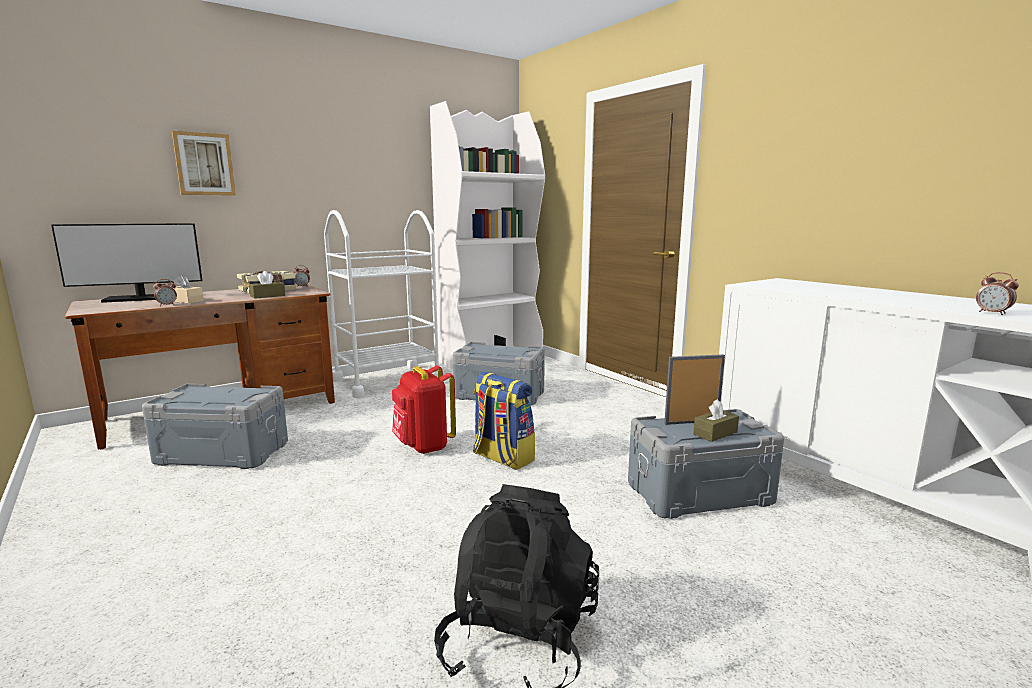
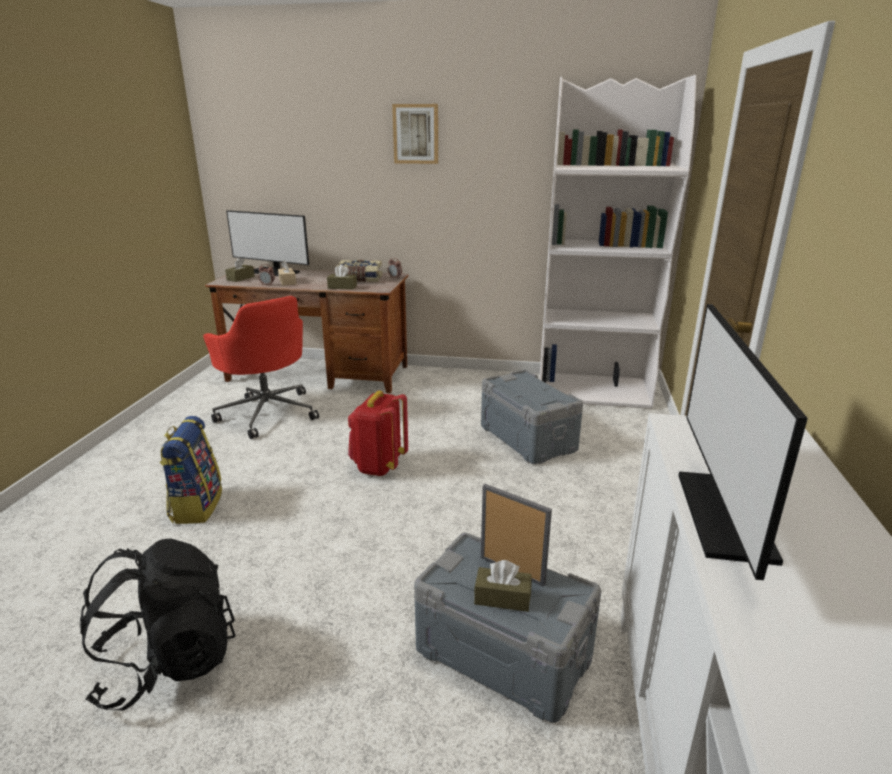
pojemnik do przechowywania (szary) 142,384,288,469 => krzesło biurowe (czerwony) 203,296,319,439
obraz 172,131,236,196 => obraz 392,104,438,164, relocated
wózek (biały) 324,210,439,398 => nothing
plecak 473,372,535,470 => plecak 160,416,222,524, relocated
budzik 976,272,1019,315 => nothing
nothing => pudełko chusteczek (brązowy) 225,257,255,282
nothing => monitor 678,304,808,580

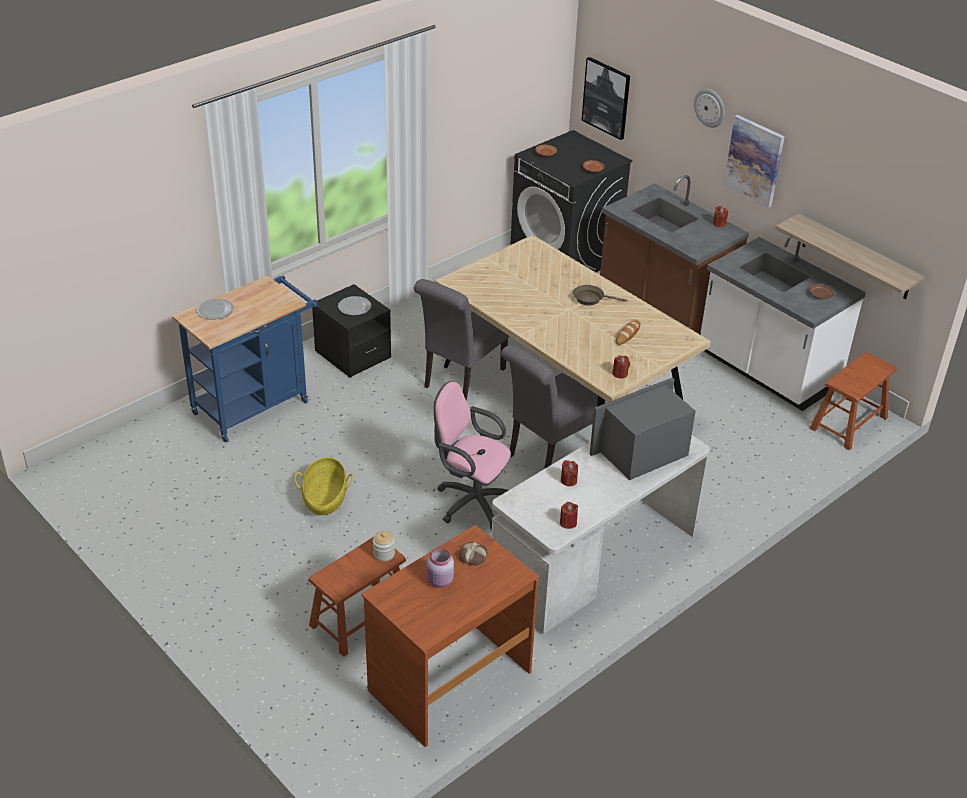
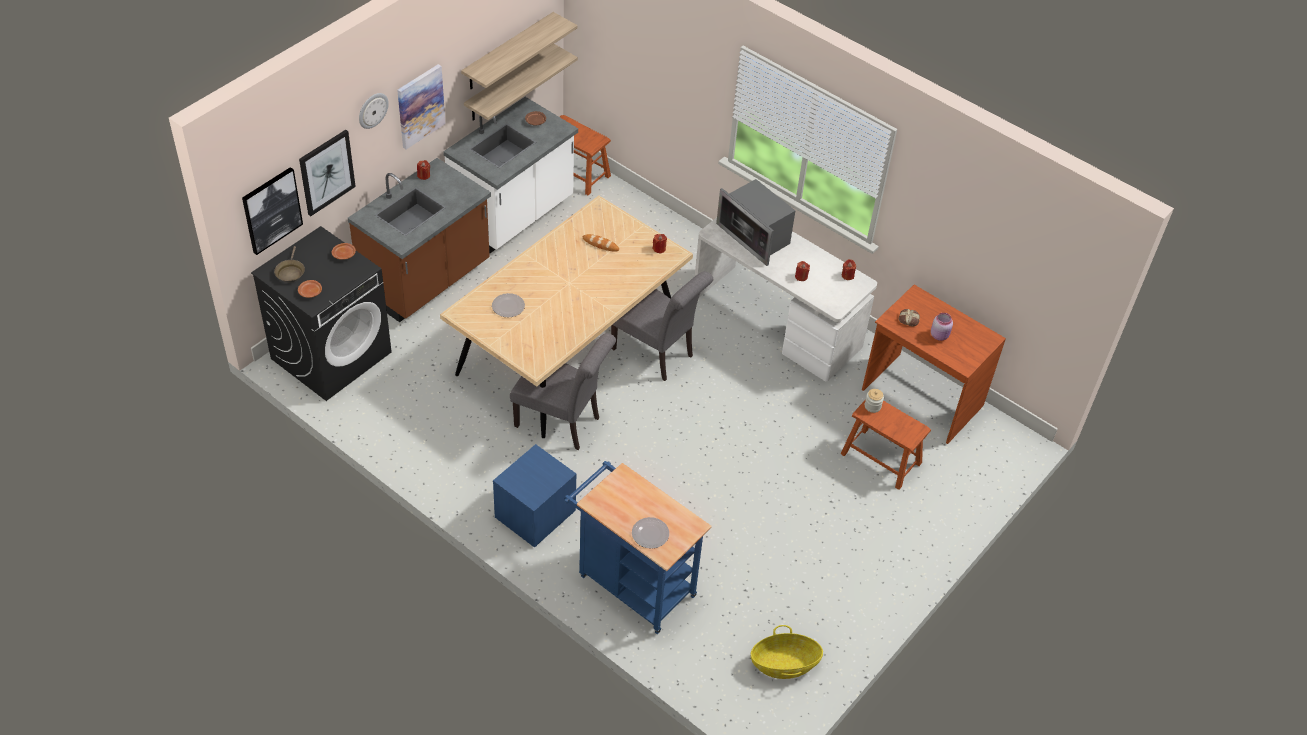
koszyk 294,457,353,515 => koszyk 751,625,823,679, relocated
szafka nocna (czarny) 312,284,391,378 => szafka nocna (niebieski) 493,444,577,548
talerz 338,296,371,315 => talerz 492,293,525,317, relocated
krzesło biurowe (różowy) 434,381,511,531 => nothing
patelnia (brązowy) 573,285,627,306 => patelnia (brązowy) 274,246,305,283, relocated
nothing => obraz 299,130,356,216
nothing => półka 461,12,578,89

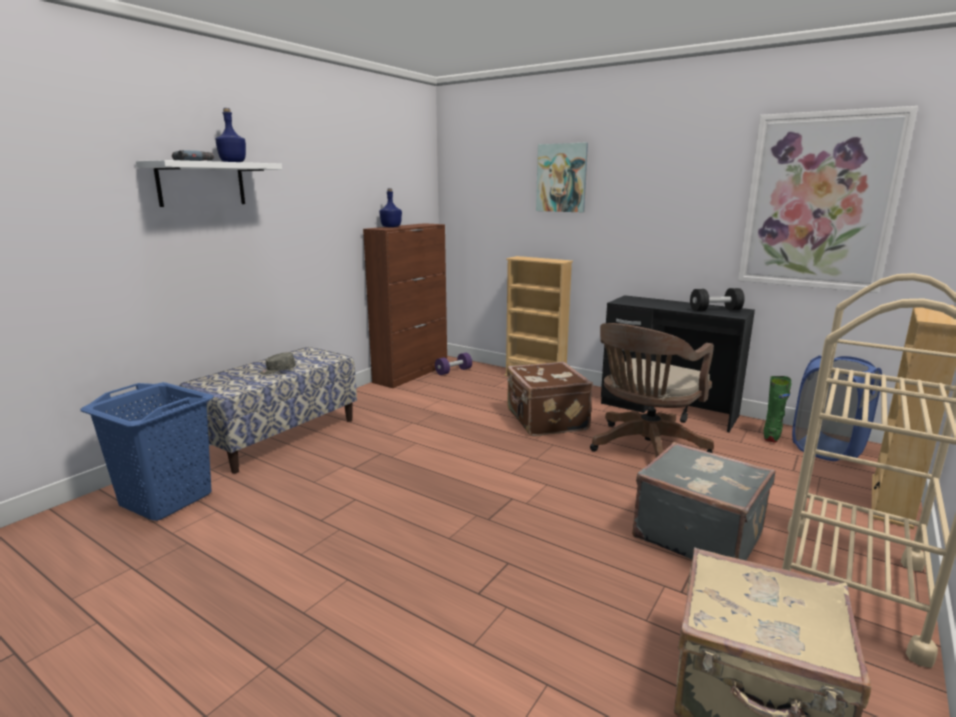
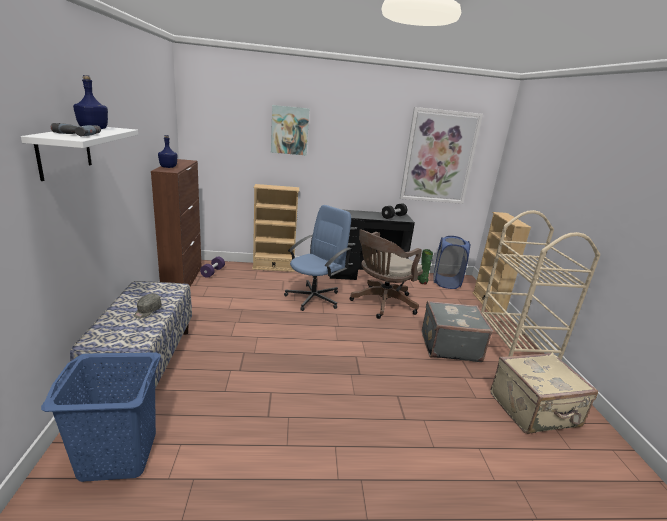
walizka (brązowy) 507,362,593,436 => krzesło biurowe (niebieski) 284,205,352,311
krzesło biurowe (brązowy) 590,323,714,457 => krzesło biurowe (brązowy) 350,230,423,319, 45 degrees clockwise

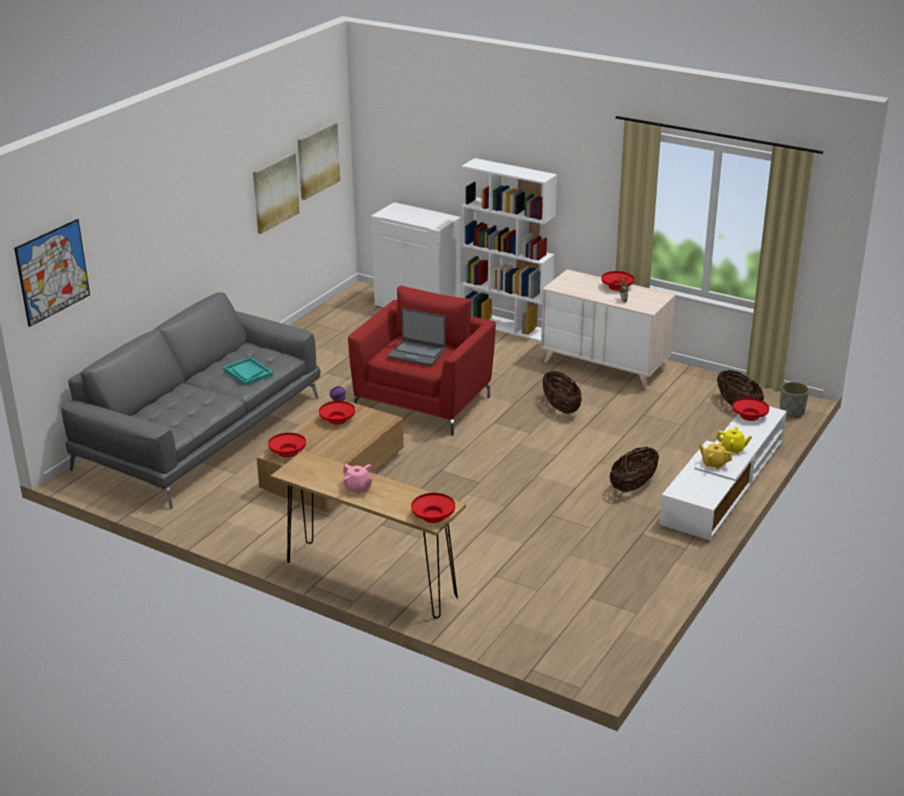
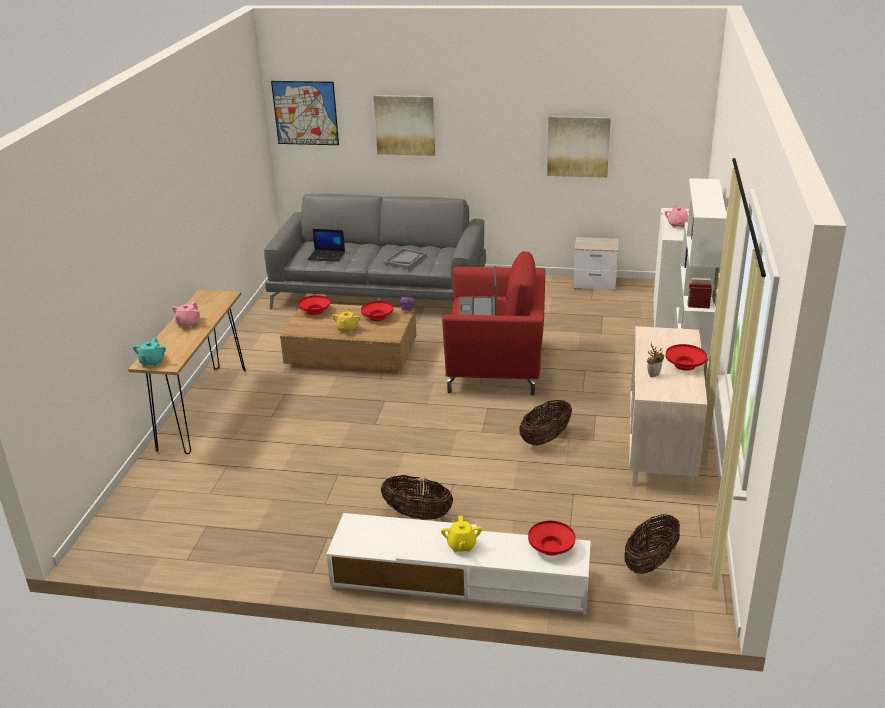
taca (turkusowy) 223,357,273,386 => taca (szary) 384,248,426,269
obraz 298,122,340,200 => obraz 374,95,435,156, relocated
miska (czerwony) 411,493,455,523 => imbryk (turkusowy) 133,338,166,366
imbryk (żółty) 699,442,732,469 => imbryk (żółty) 332,309,360,333, relocated
donica (szary) 780,382,809,418 => nothing
nothing => laptop 307,229,345,262
nothing => szafka nocna 573,237,619,290
nothing => imbryk (różowy) 664,206,689,228

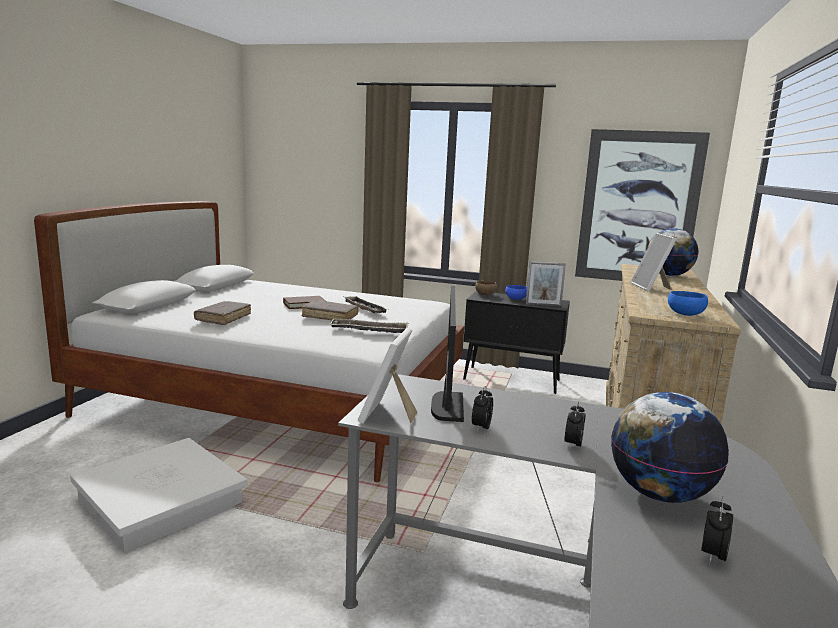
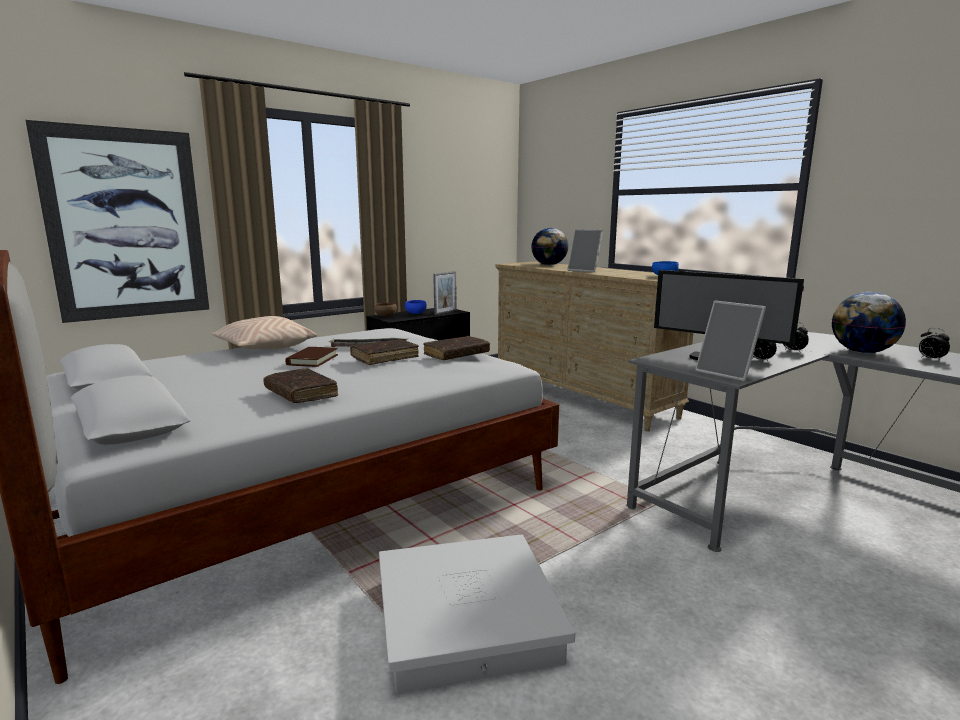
taca 330,319,408,333 => książka (brązowy) 423,336,490,360
obraz 575,129,710,281 => obraz 25,120,209,323, relocated
nothing => poduszka (beżowy) 211,316,317,350

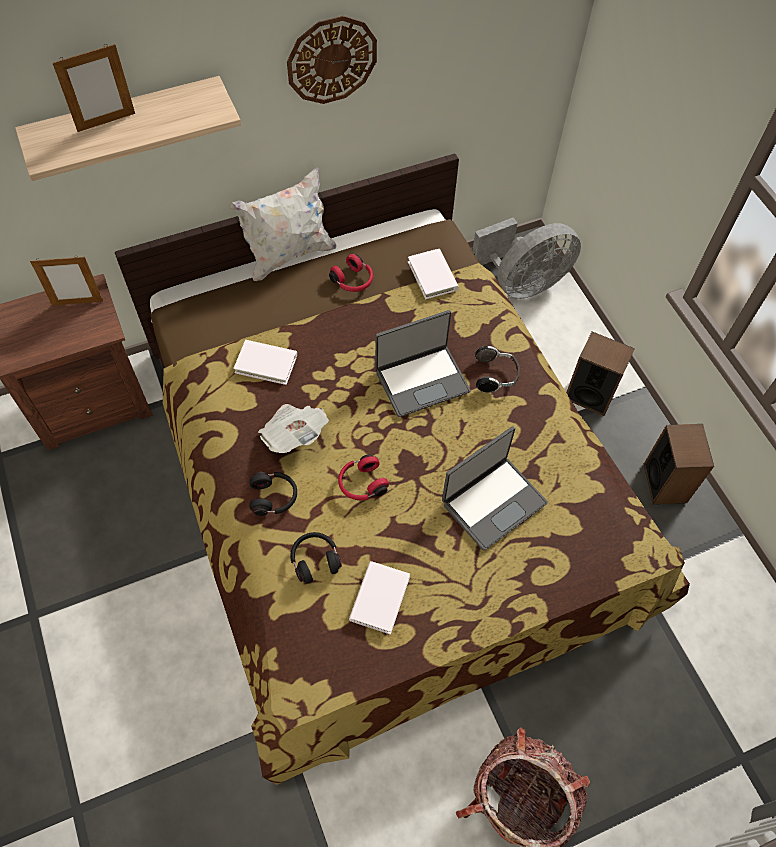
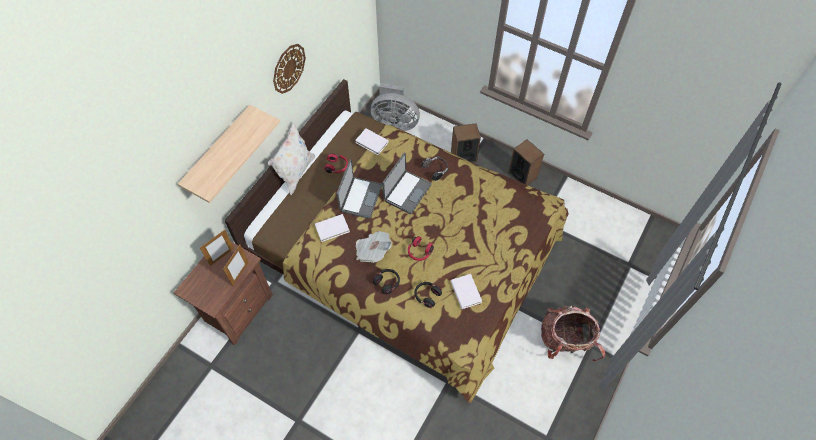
ramka na zdjęcie 53,44,135,132 => ramka na zdjęcie 223,245,249,286, relocated
laptop 442,426,548,550 => laptop 336,160,382,219, relocated
wentylator (szary) 472,217,581,299 => wentylator (szary) 371,83,420,131, 75 degrees clockwise

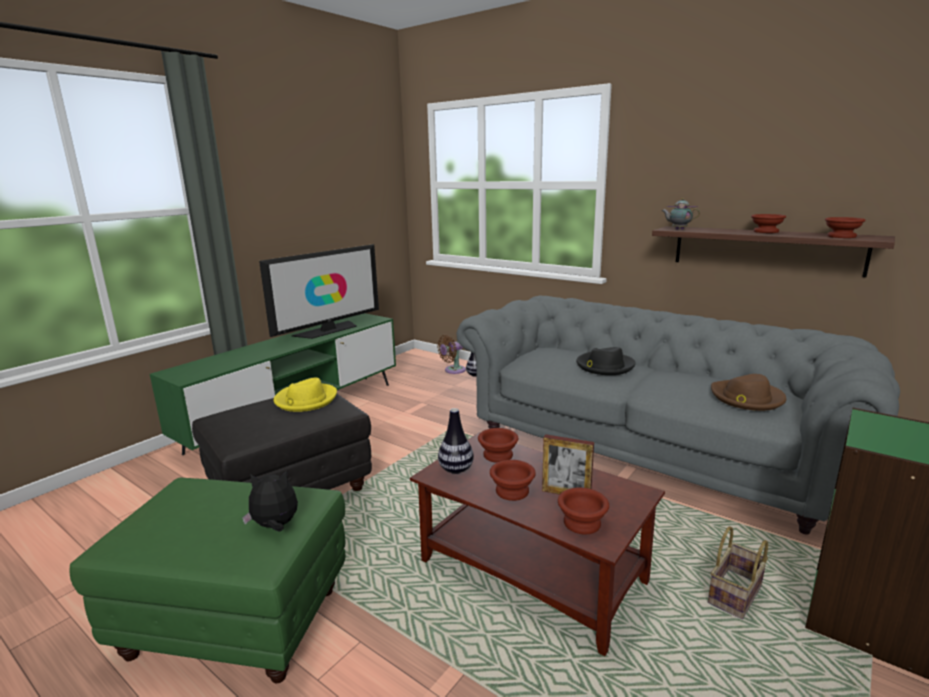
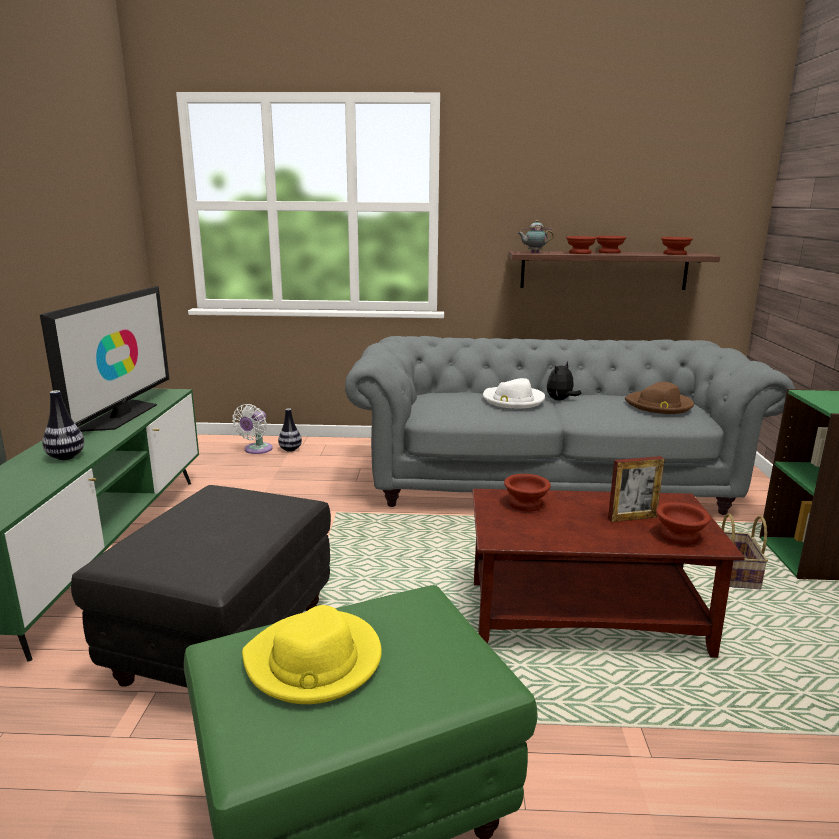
pluszak 242,470,298,532 => pluszak 547,361,582,400, relocated
kapelusz (żółty) 274,377,337,412 => kapelusz (żółty) 242,605,382,704, relocated
wentylator (brązowy) 437,335,466,374 => wentylator (biały) 232,404,273,454
wazon 438,408,474,474 => wazon 42,390,85,460, relocated
miska (brązowy) 490,460,536,501 => miska (brązowy) 566,236,597,254, relocated
kapelusz (czarny) 576,347,636,375 => kapelusz (biały) 483,378,545,409

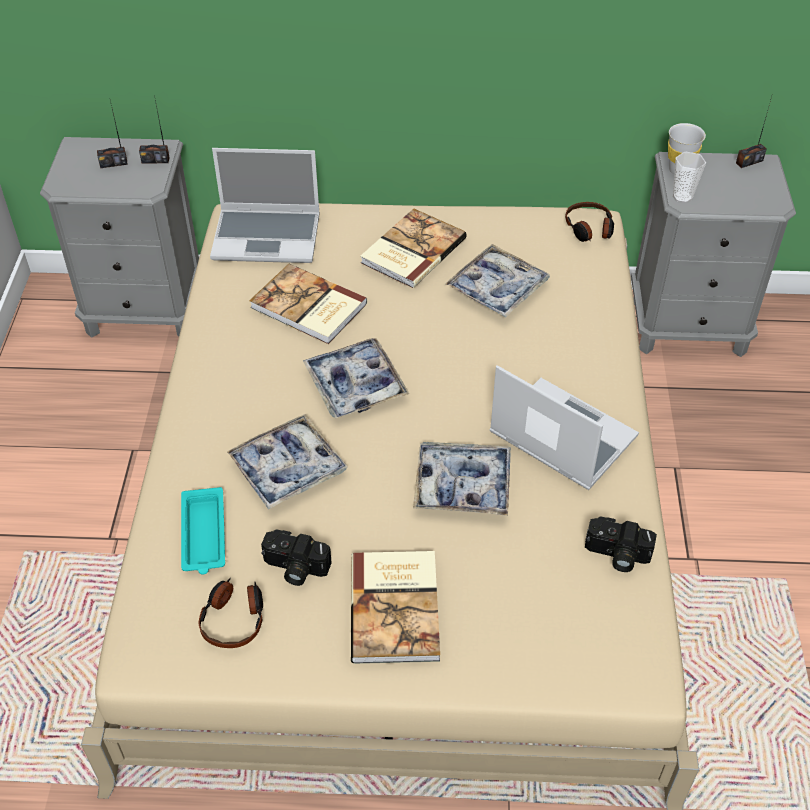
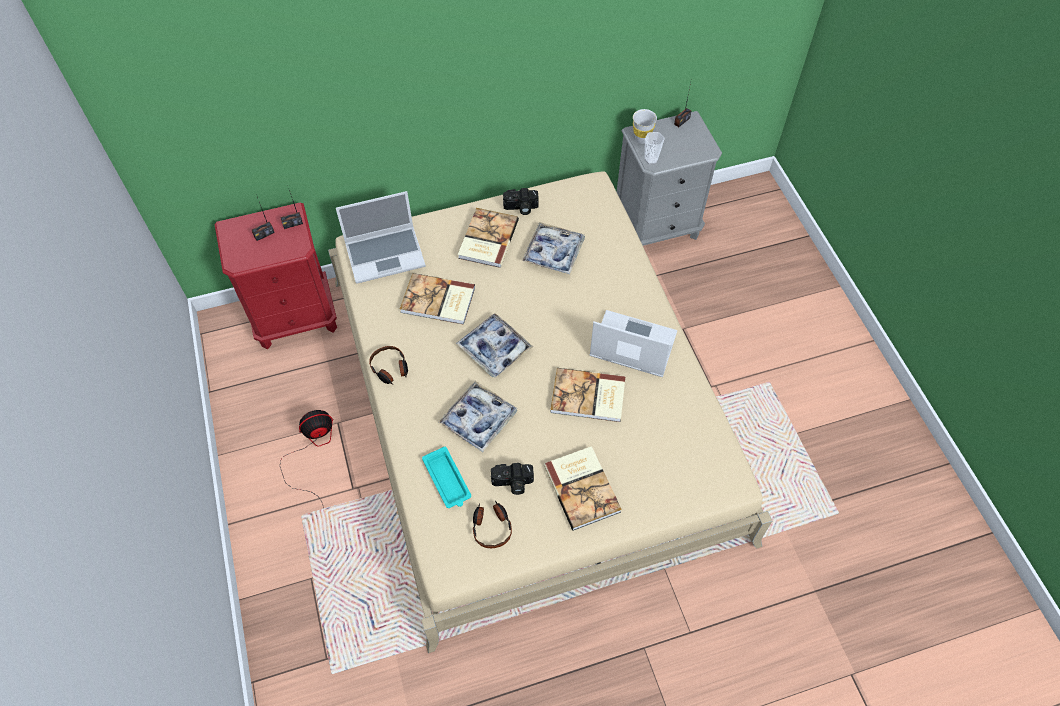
szafka nocna (szary) 40,137,199,338 => szafka nocna (czerwony) 215,202,337,349
taca 413,442,511,516 => książka 550,368,625,422
słuchawki 565,202,614,242 => słuchawki 369,346,408,384, relocated
aparat fotograficzny 585,517,657,572 => aparat fotograficzny 503,188,539,215, relocated
nothing => wentylator 280,410,334,508

